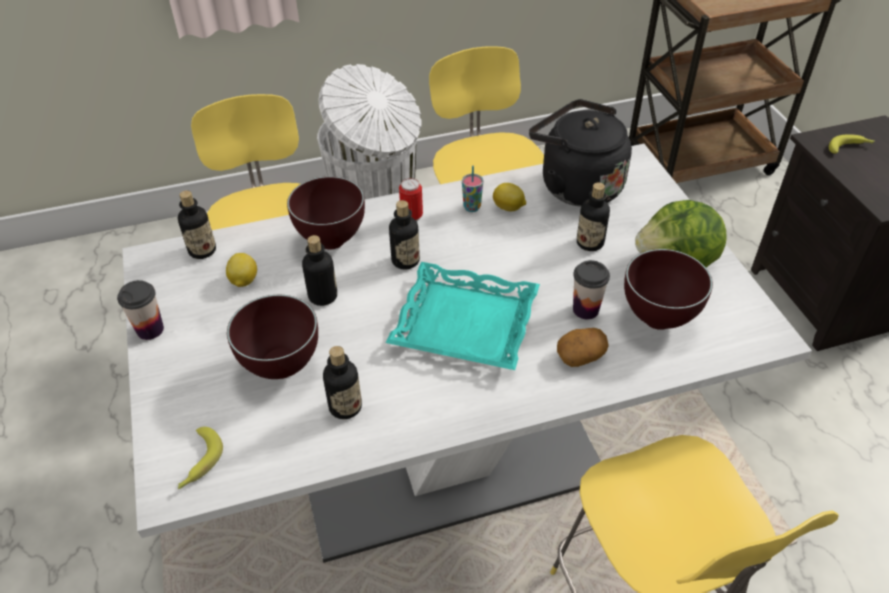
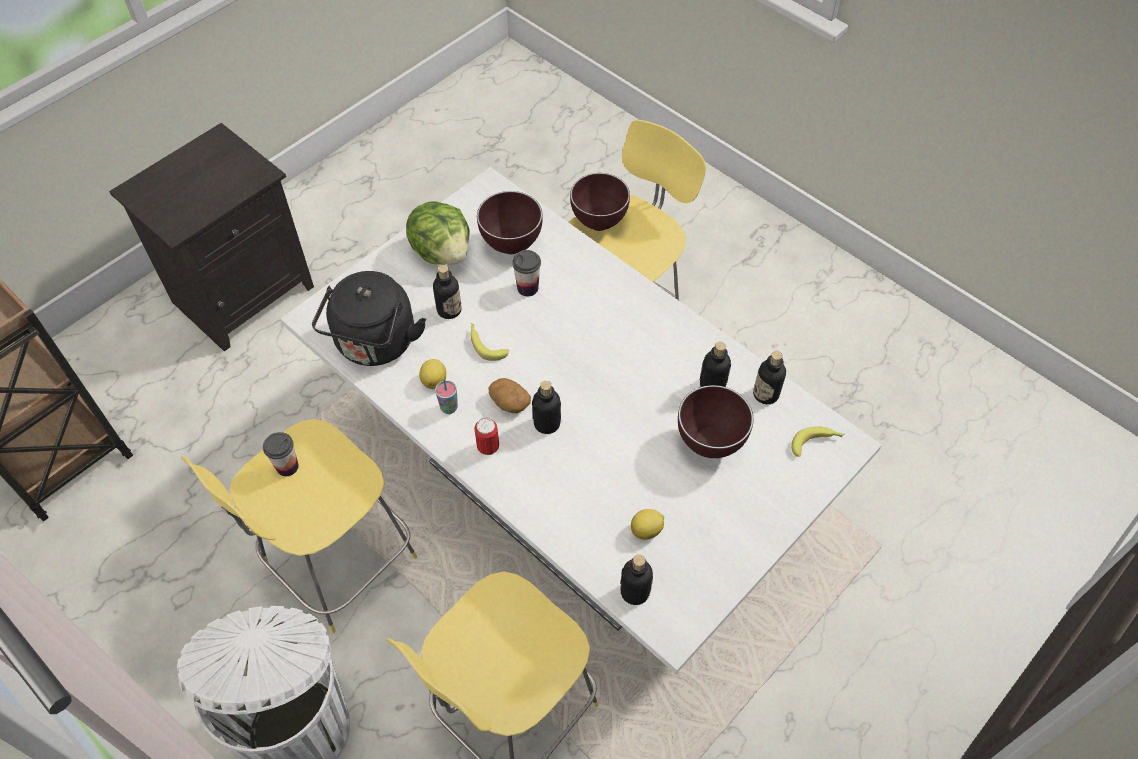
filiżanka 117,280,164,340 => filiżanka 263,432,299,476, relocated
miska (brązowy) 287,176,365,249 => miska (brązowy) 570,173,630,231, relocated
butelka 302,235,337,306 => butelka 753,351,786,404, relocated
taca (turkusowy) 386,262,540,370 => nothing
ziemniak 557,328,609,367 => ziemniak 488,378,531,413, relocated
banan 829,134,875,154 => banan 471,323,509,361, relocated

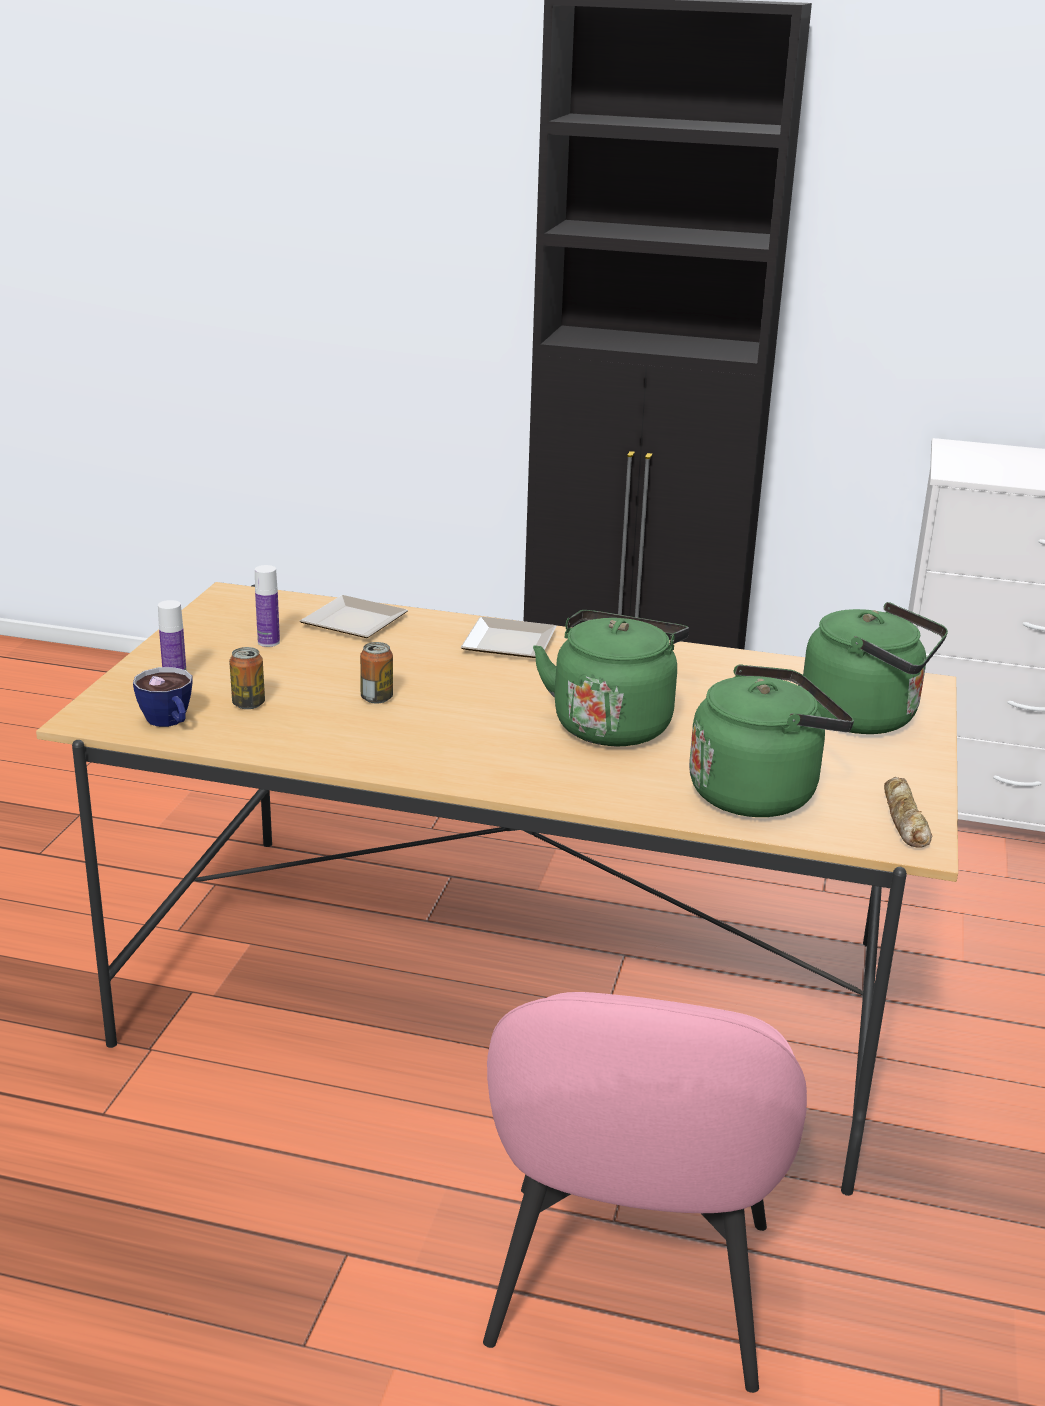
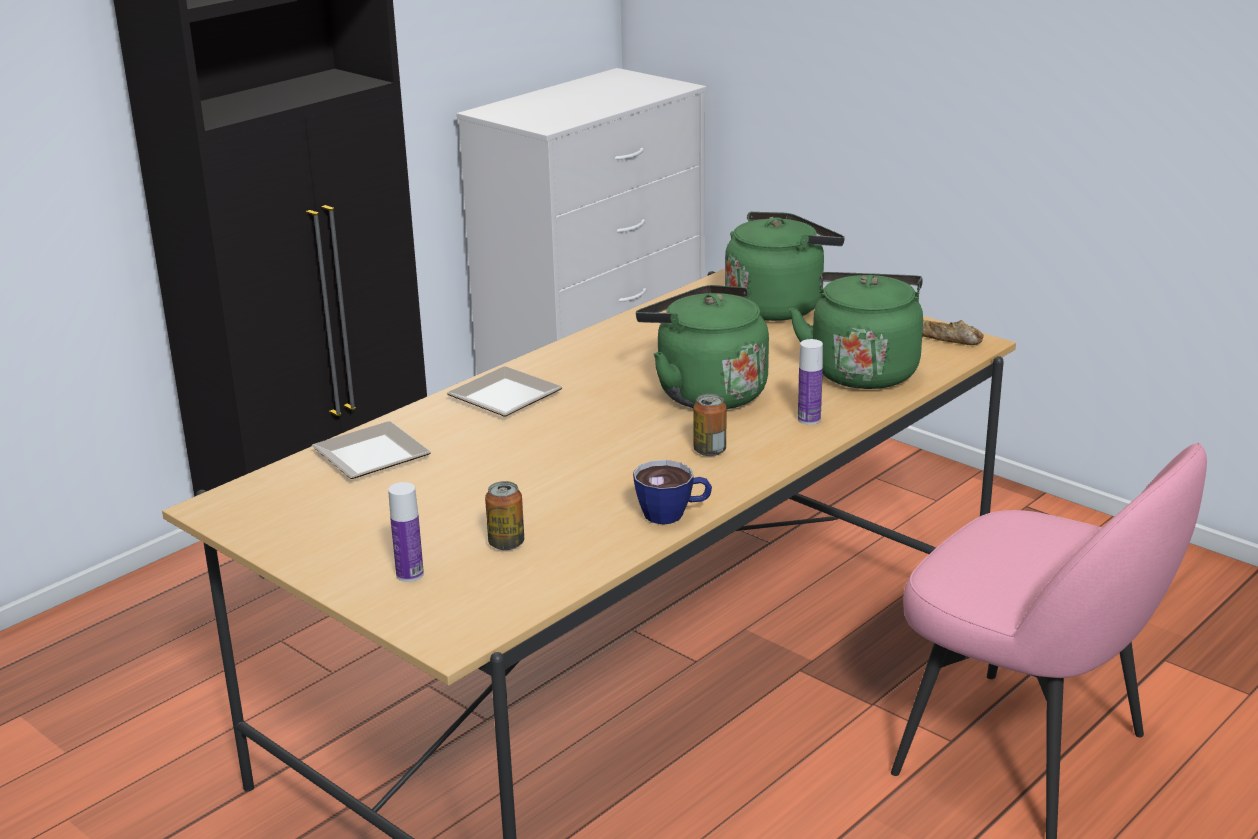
filiżanka 133,667,192,727 => filiżanka 633,460,712,524, relocated
butelka 255,565,280,647 => butelka 798,339,823,425, relocated
puszka 360,642,393,704 => puszka 693,394,727,456, relocated

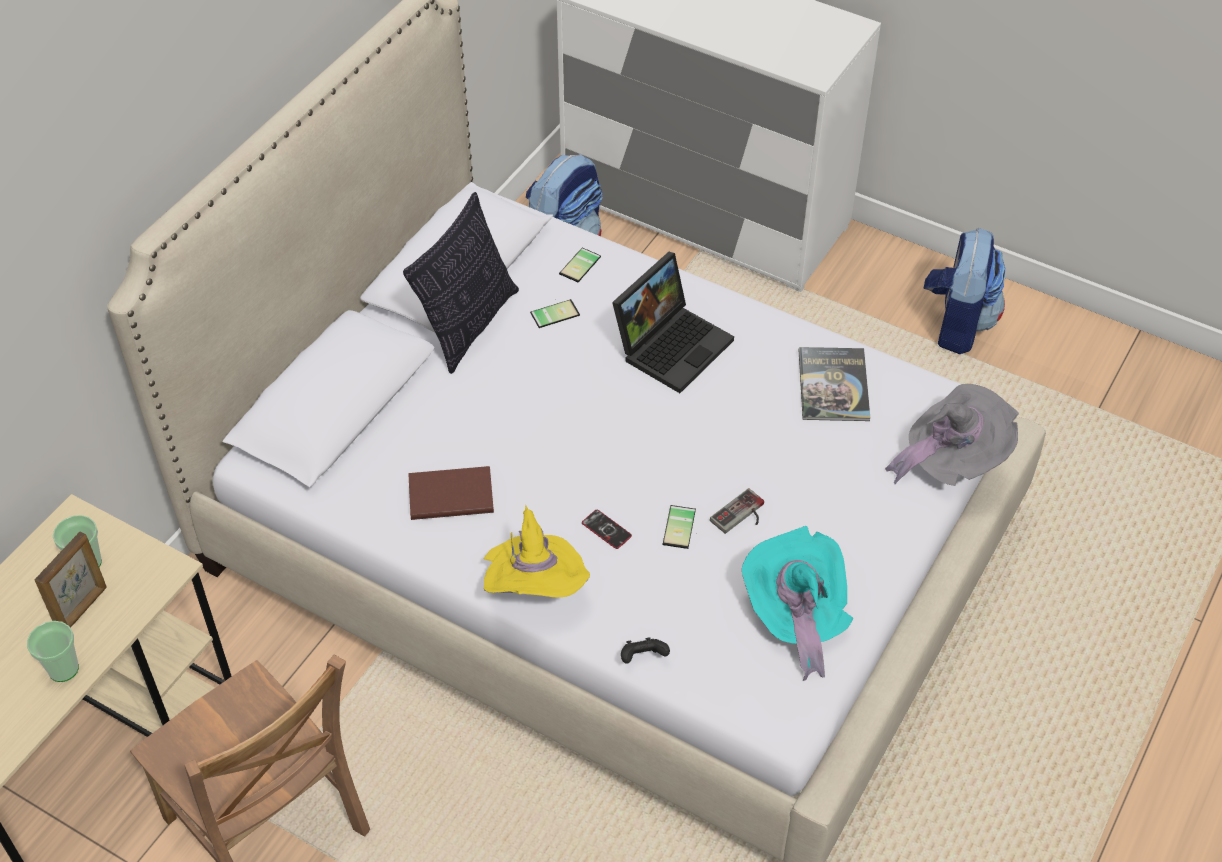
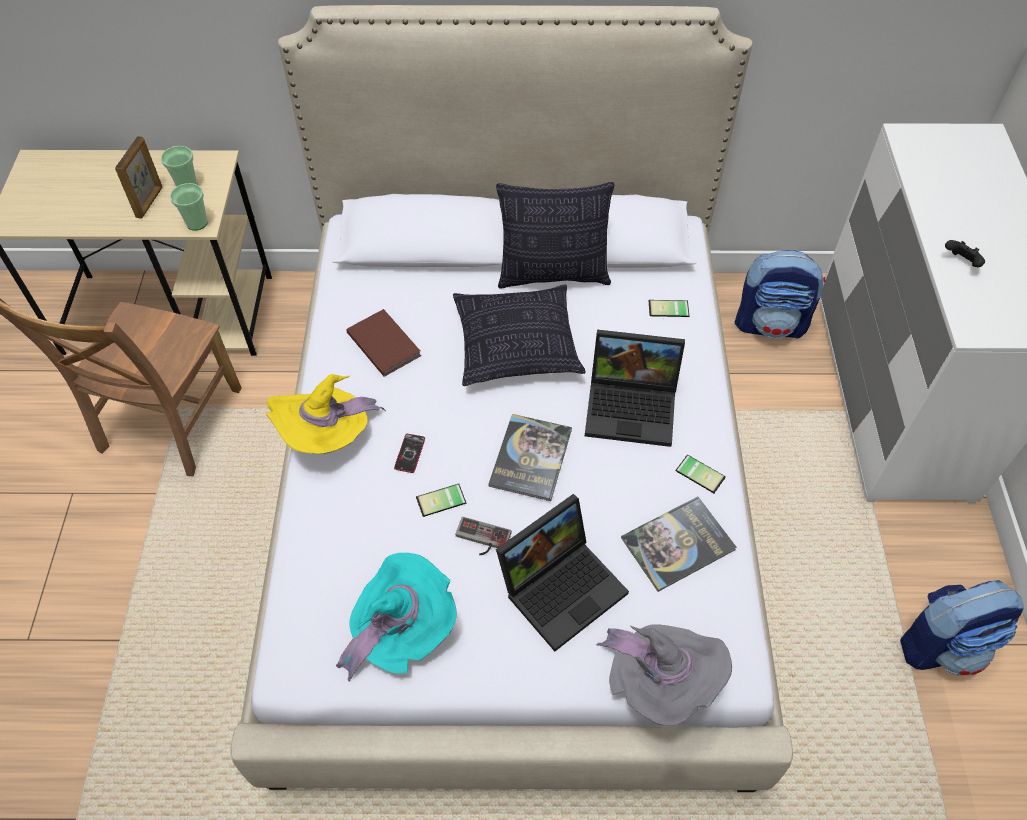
filiżanka 27,621,79,682 => filiżanka 170,183,208,231, relocated
ramka na zdjęcie 35,532,107,628 => ramka na zdjęcie 115,136,162,219, 75 degrees counterclockwise
telefon 530,299,580,328 => telefon 675,454,726,493, relocated
pad do gier (czarny) 621,637,670,664 => pad do gier (czarny) 945,240,985,267, relocated
nothing => poduszka 453,284,585,386
nothing => książka 488,414,572,501
nothing => laptop 496,494,629,652

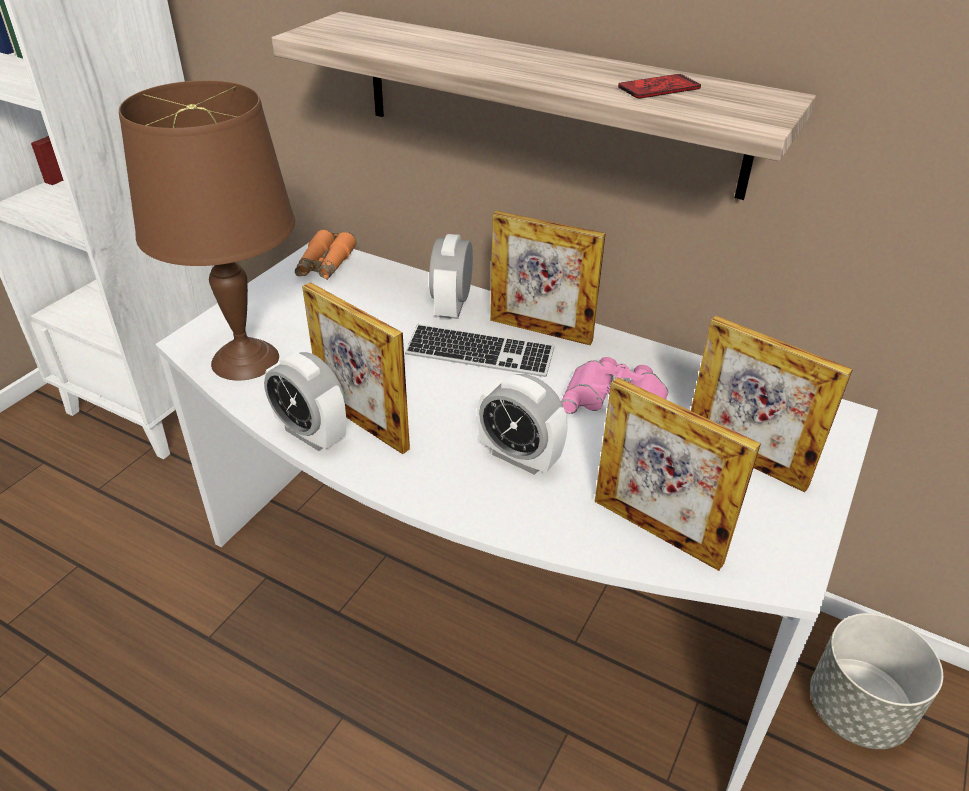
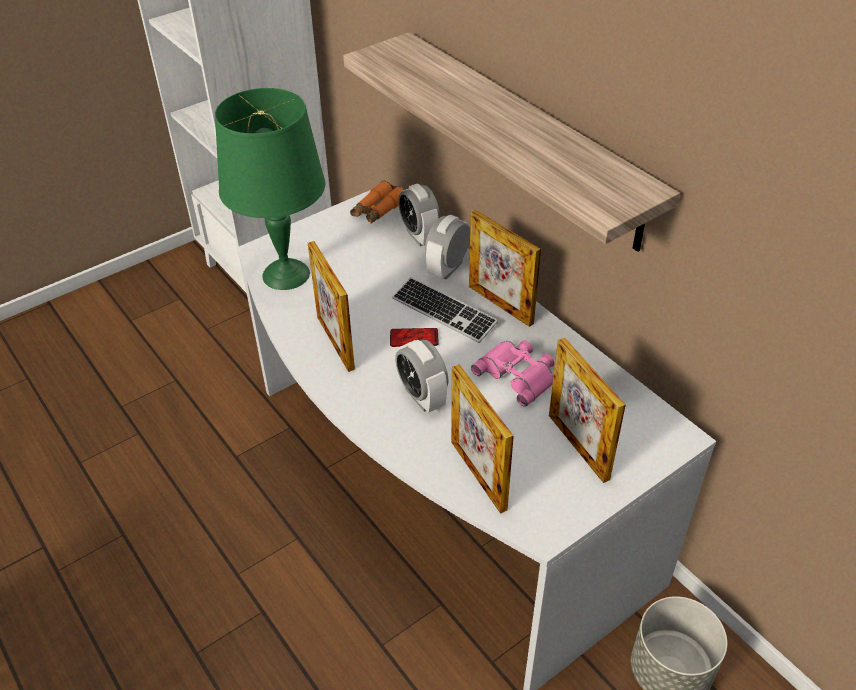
lampa stołowa (brązowy) 119,80,295,381 => lampa stołowa (zielony) 215,88,325,290
budzik 264,352,346,451 => budzik 398,184,440,246, relocated
telefon 618,74,701,98 => telefon 390,328,439,347, relocated

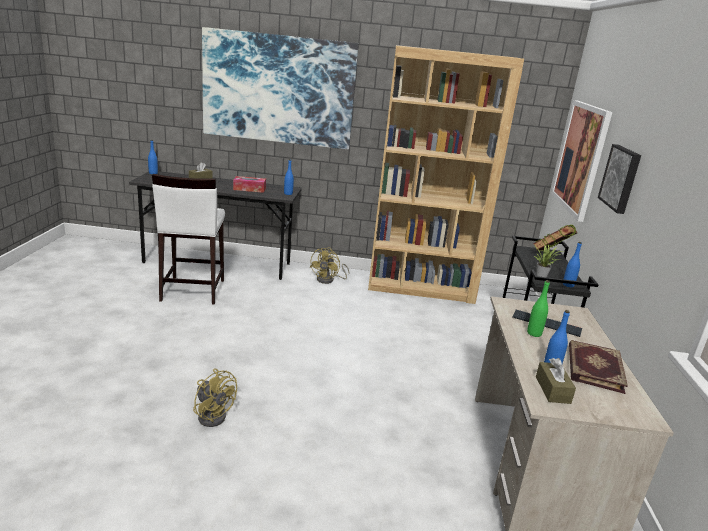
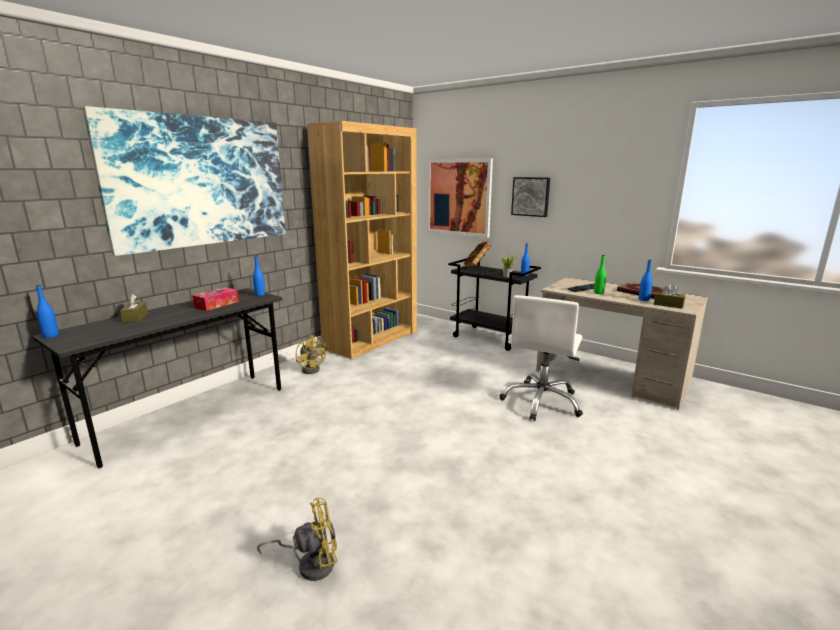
stołek (biały) 152,174,225,305 => nothing
wentylator (żółty) 193,369,237,427 => wentylator (żółty) 257,498,338,581, relocated
nothing => krzesło biurowe (biały) 500,295,583,421

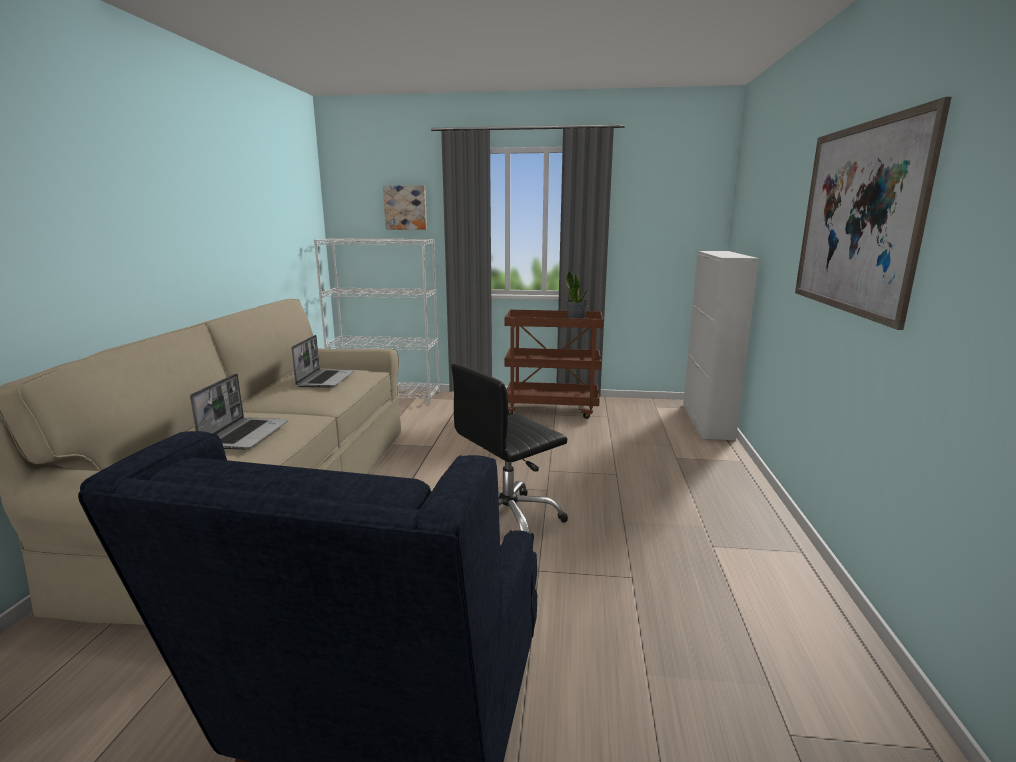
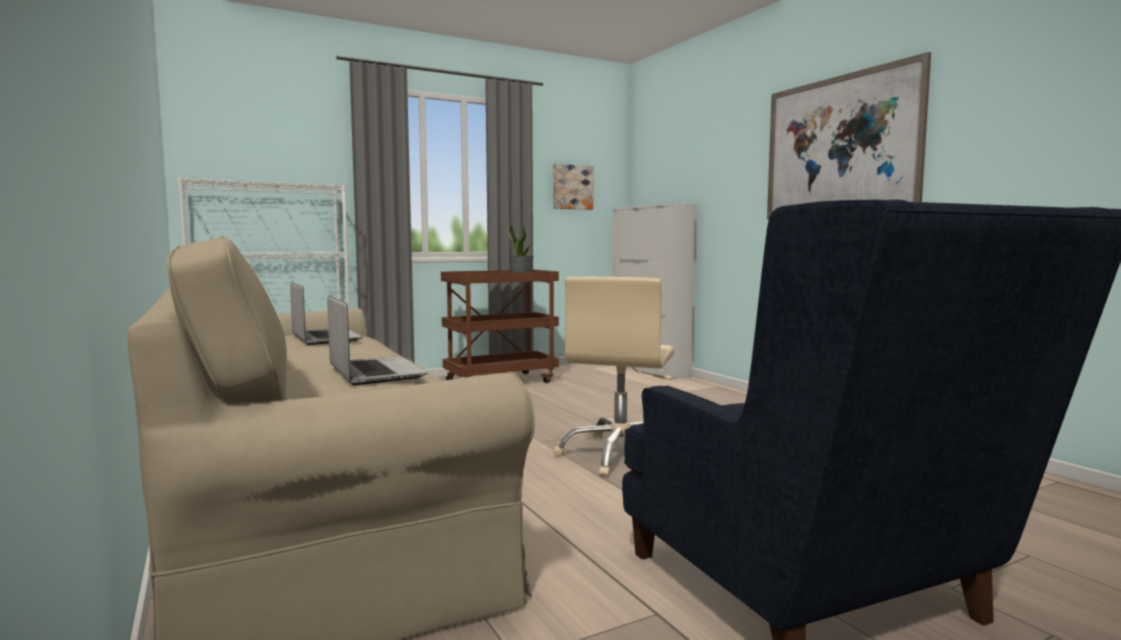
obraz 383,185,427,230 => obraz 553,164,594,210, relocated
krzesło biurowe (czarny) 451,364,568,533 => krzesło biurowe (beżowy) 554,277,674,477

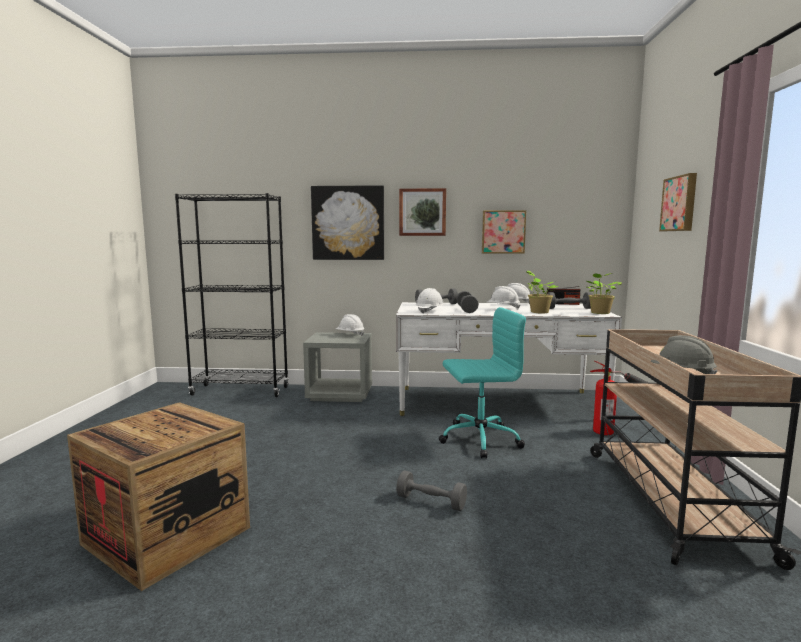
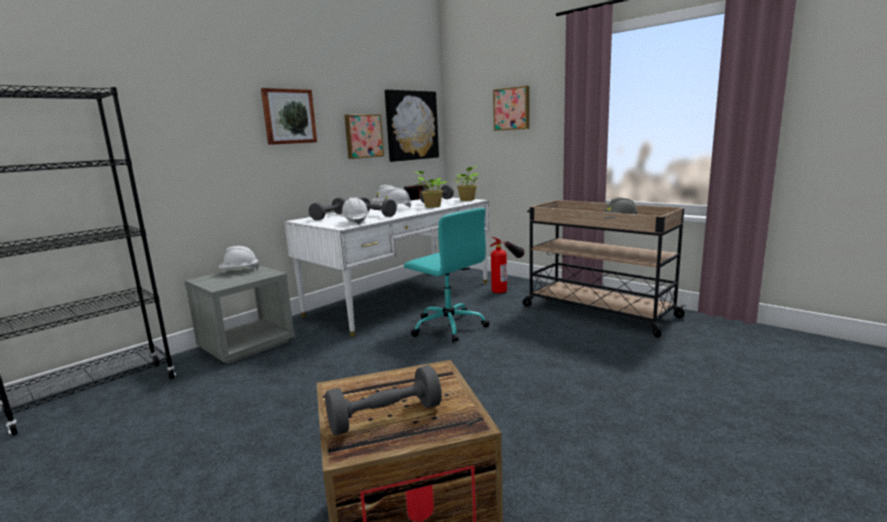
obraz 311,185,384,260 => obraz 385,89,439,162, relocated
hantel (szary) 396,470,467,511 => hantel (szary) 325,365,442,435, relocated
krzesło biurowe (turkusowy) 439,307,526,459 => krzesło biurowe (turkusowy) 404,208,490,342, 105 degrees clockwise

